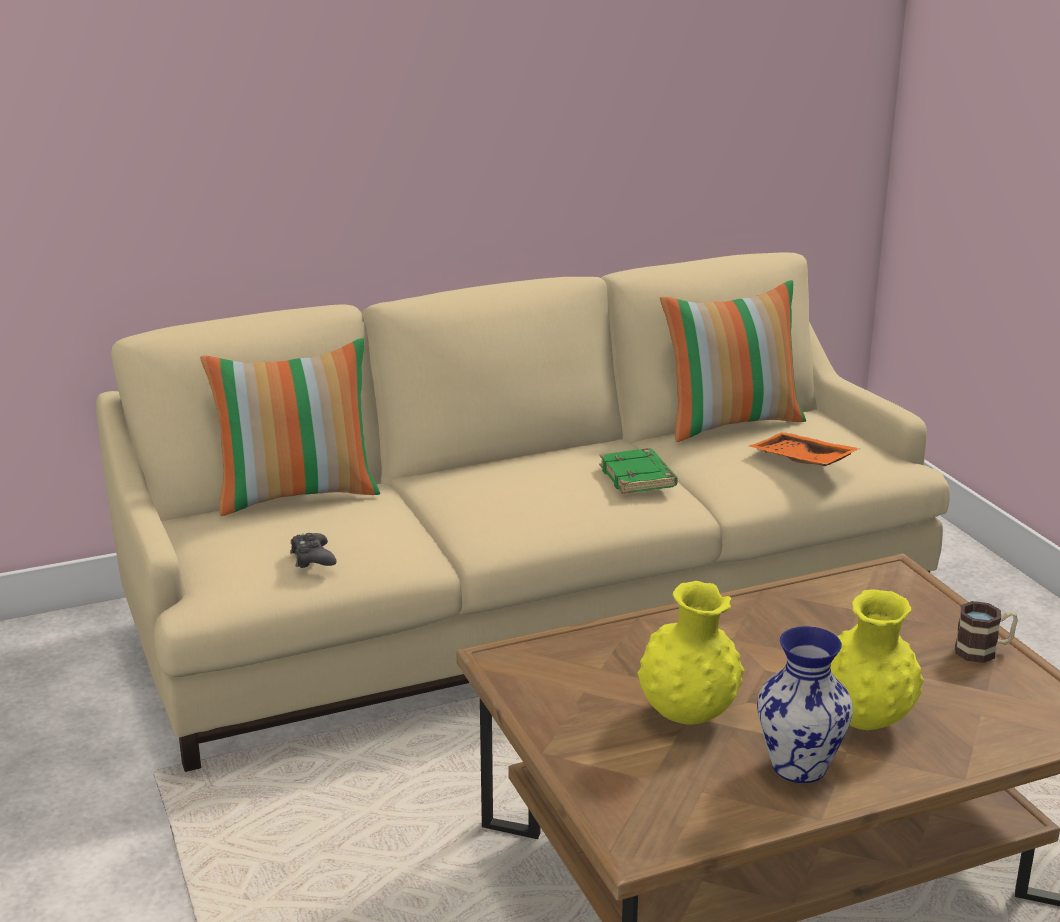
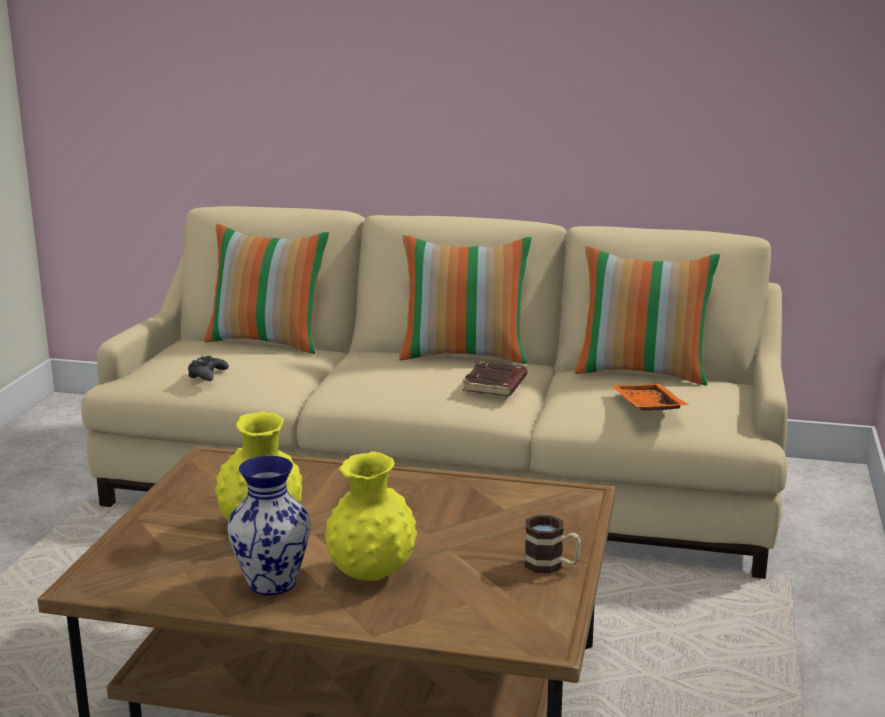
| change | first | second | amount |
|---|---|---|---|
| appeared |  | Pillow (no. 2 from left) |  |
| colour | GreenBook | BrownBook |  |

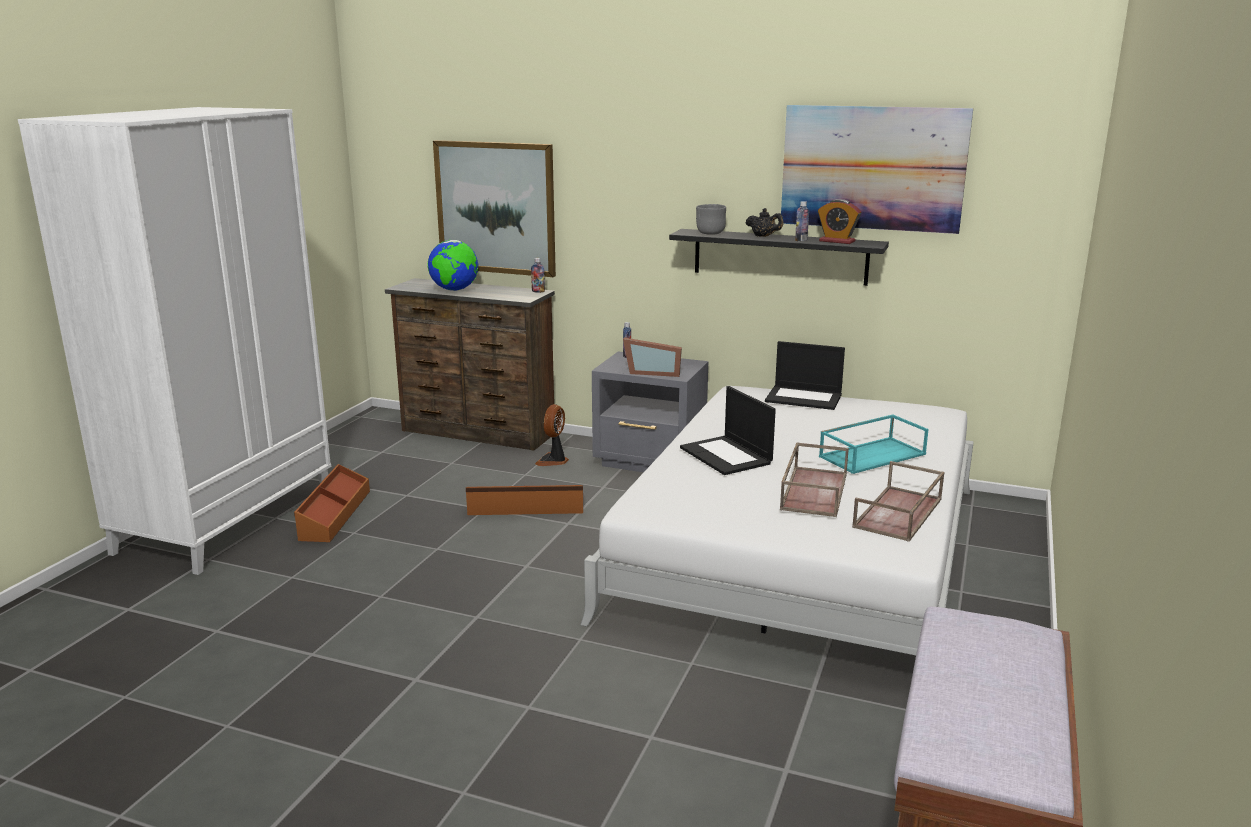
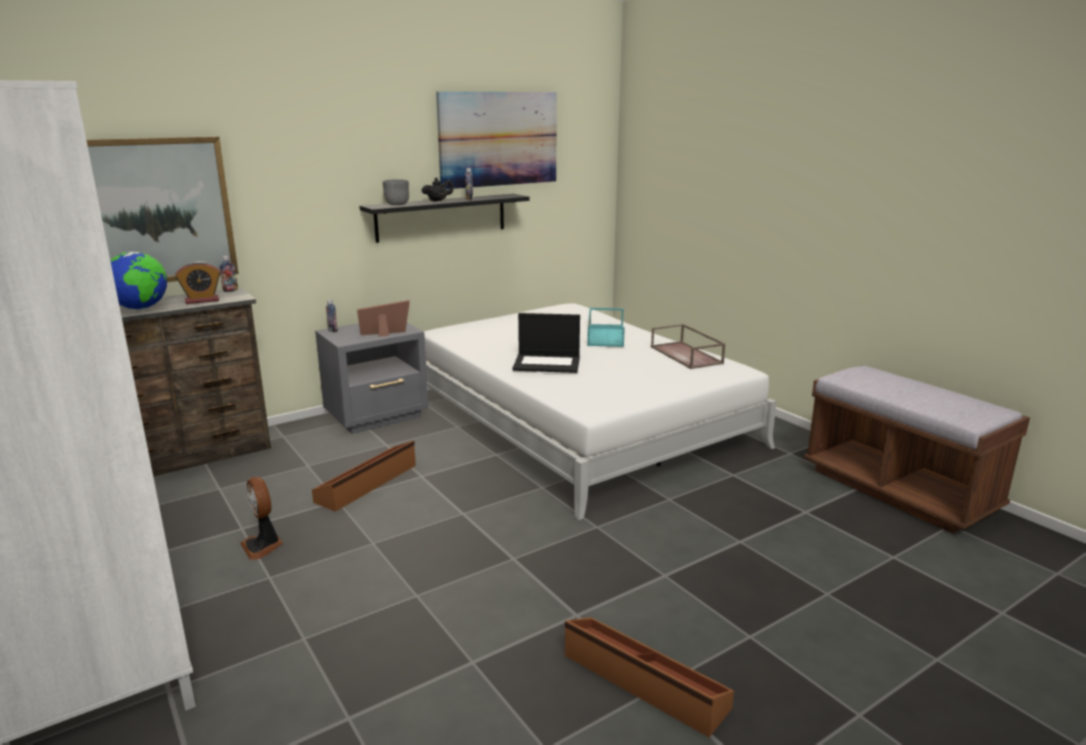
| change | first | second | amount |
|---|---|---|---|
| relocated | AlarmClock |  |  |
| relocated | Fan |  |  |
| spun | PictureFrame |  | 150 degrees counterclockwise |
| relocated | BrownStorageBox (no. 1 from left in the first image) | BrownStorageBox (no. 2 from left) |  |
| missing | Laptop (no. 2 from left) |  |  |
| missing | BrownTray (no. 1 from left) |  |  |

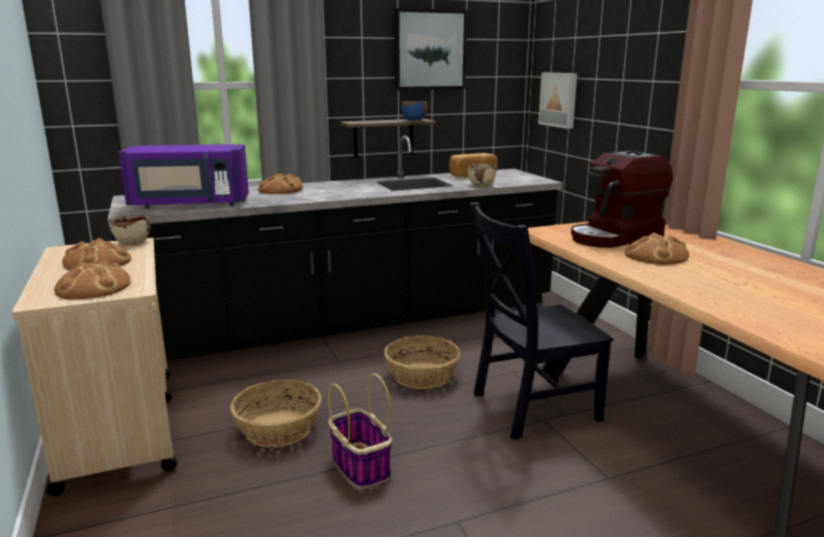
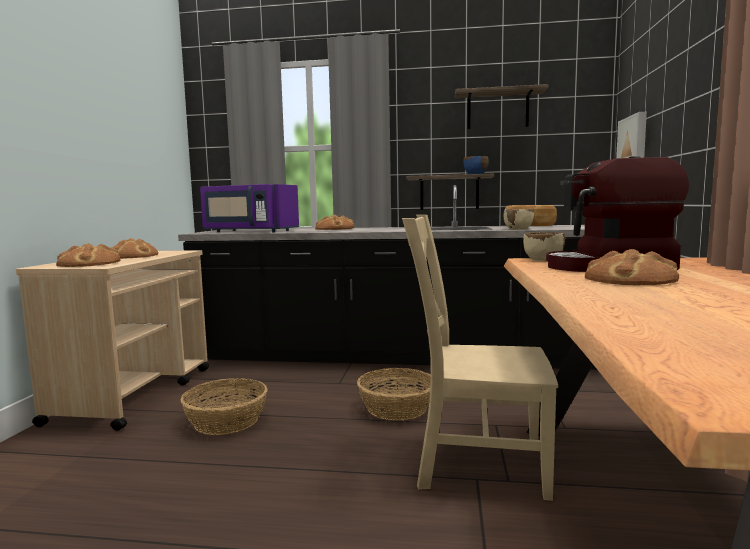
| change | first | second | amount |
|---|---|---|---|
| colour | BlackChair | BeigeChair |  |
| exchanged | Picture (no. 1 from left) | Shelf (no. 2 from left) |  |
| relocated | BeigeBowl (no. 1 from left in the first image) | BeigeBowl (no. 2 from left) |  |
| missing | Basket (no. 2 from left) |  |  |

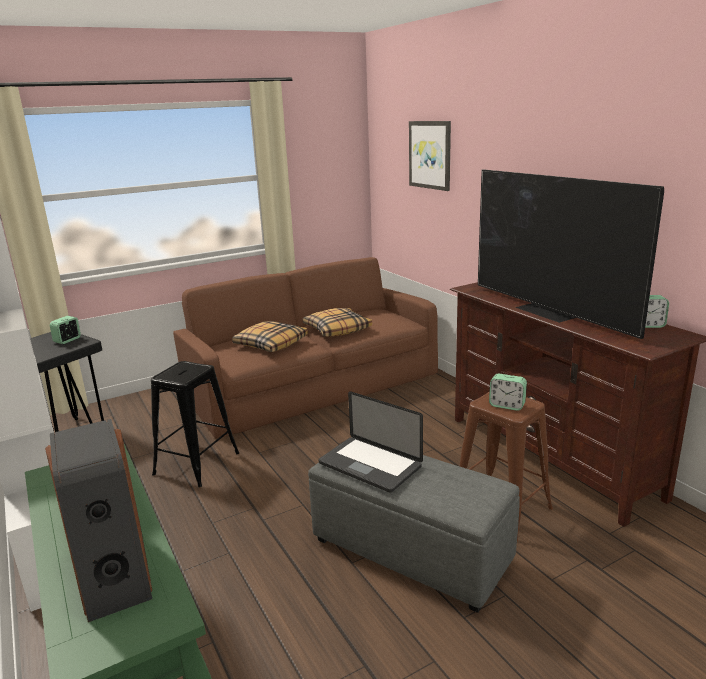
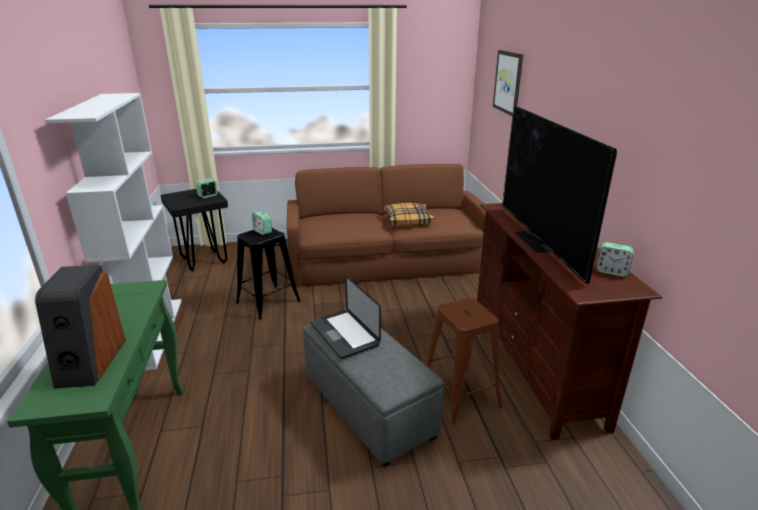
| change | first | second | amount |
|---|---|---|---|
| relocated | AlarmClock (no. 2 from left) |  |  |
| missing | Pillow (no. 1 from left) |  |  |

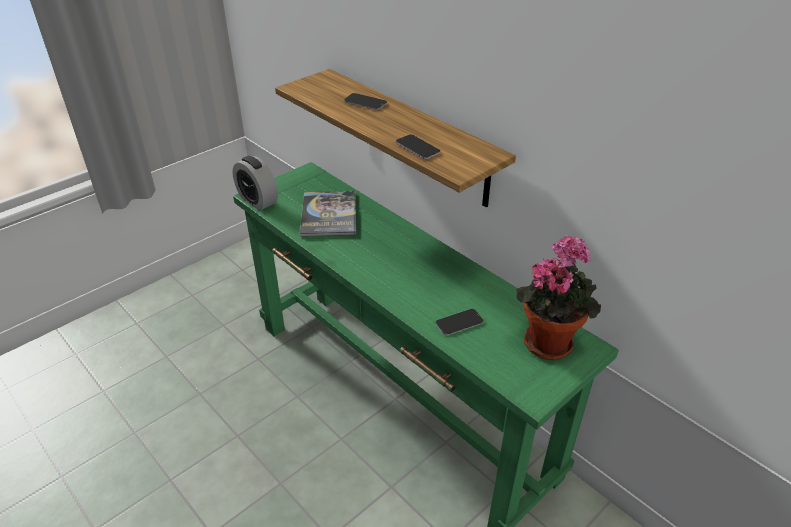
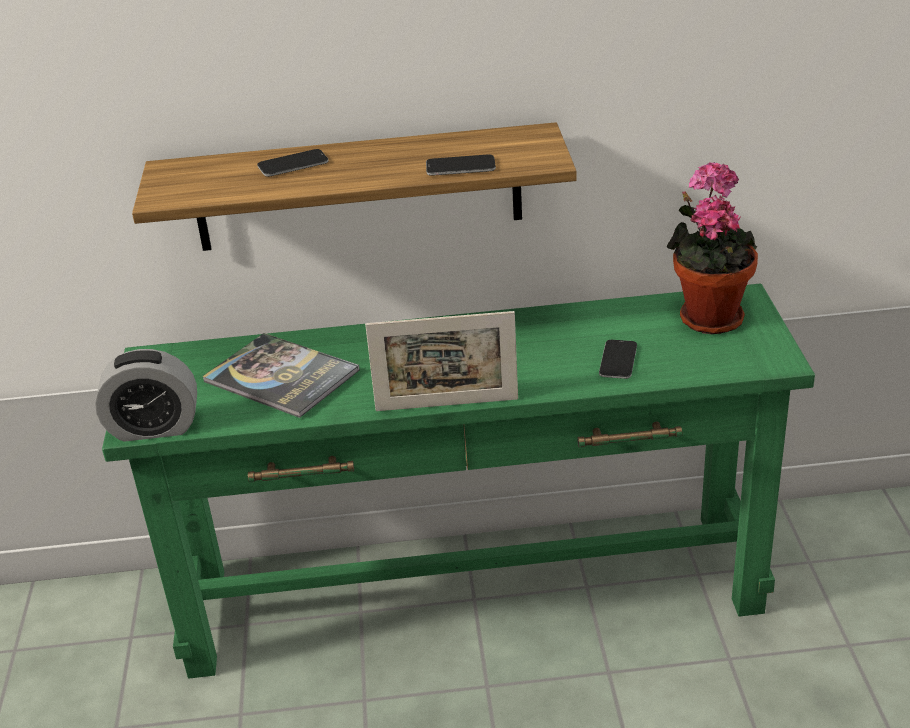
| change | first | second | amount |
|---|---|---|---|
| appeared |  | PictureFrame |  |

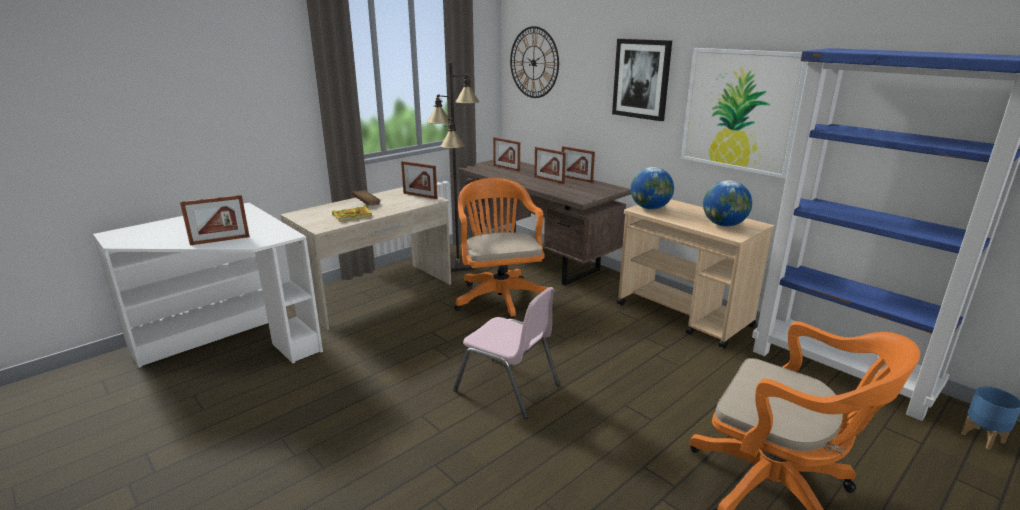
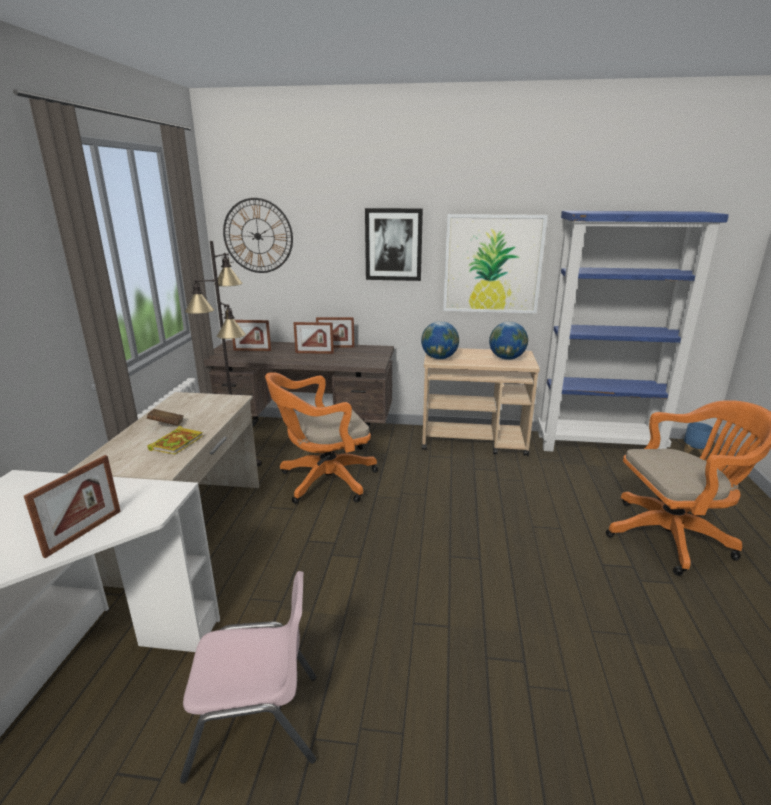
| change | first | second | amount |
|---|---|---|---|
| relocated | PinkChair |  |  |
| spun | OrangeOfficeChair (no. 1 from left) |  | 60 degrees counterclockwise |
| missing | PictureFrame (no. 2 from left) |  |  |

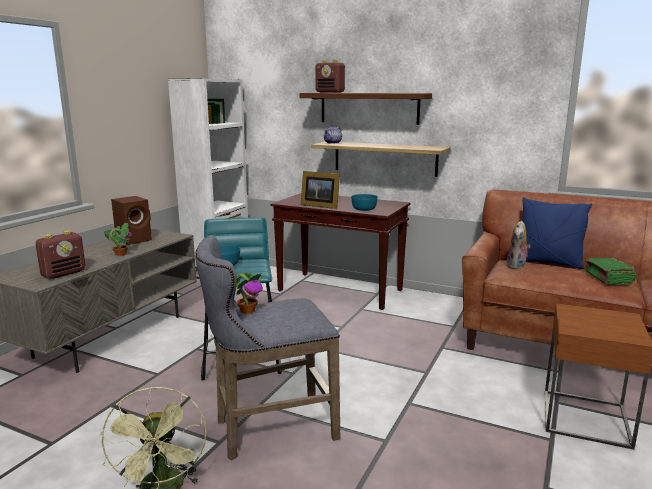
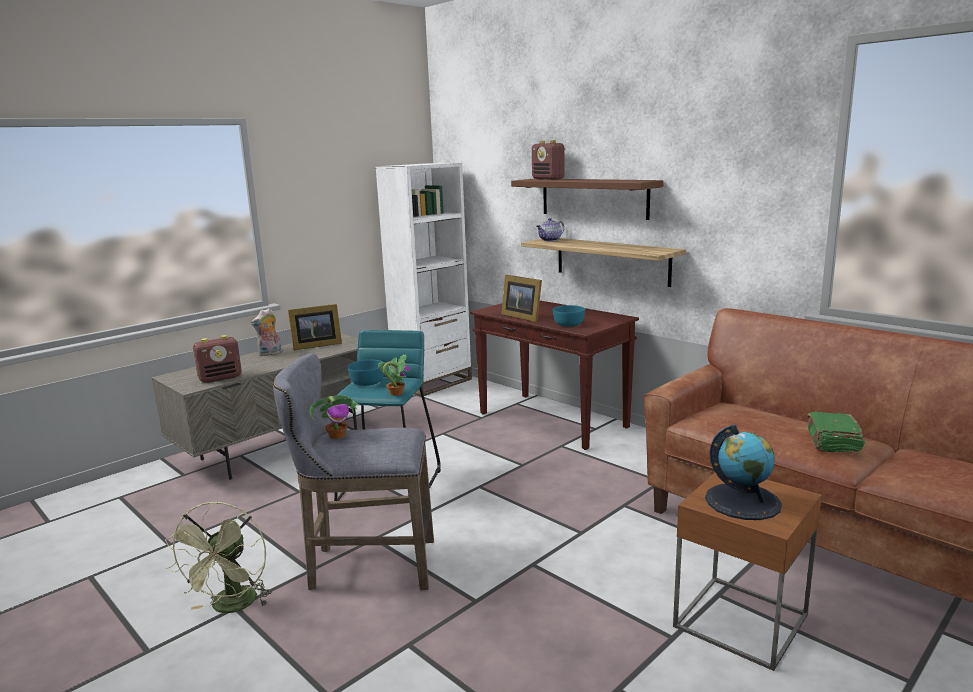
| change | first | second | amount |
|---|---|---|---|
| relocated | PlushToy |  |  |
| exchanged | BrownSpeaker | PictureFrame (no. 1 from left) |  |
| relocated | PottedPlant (no. 1 from left in the first image) | PottedPlant (no. 2 from left) |  |
| appeared |  | Globe |  |
| missing | BluePillow |  |  |

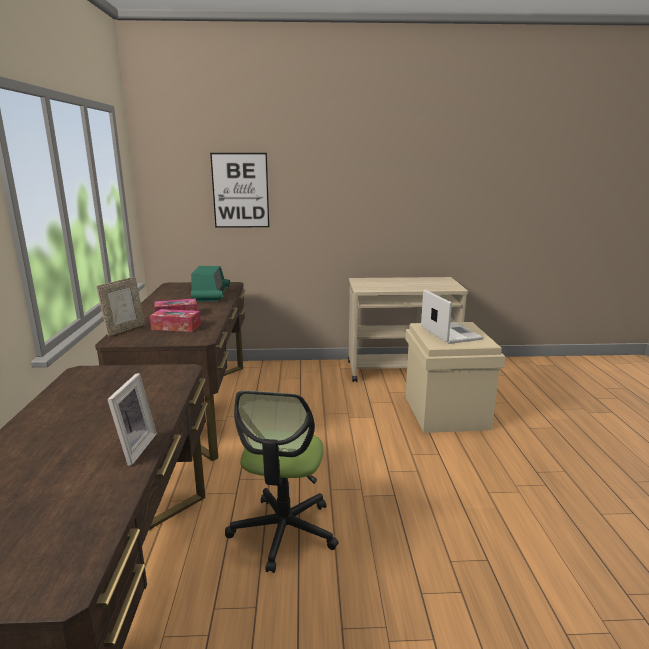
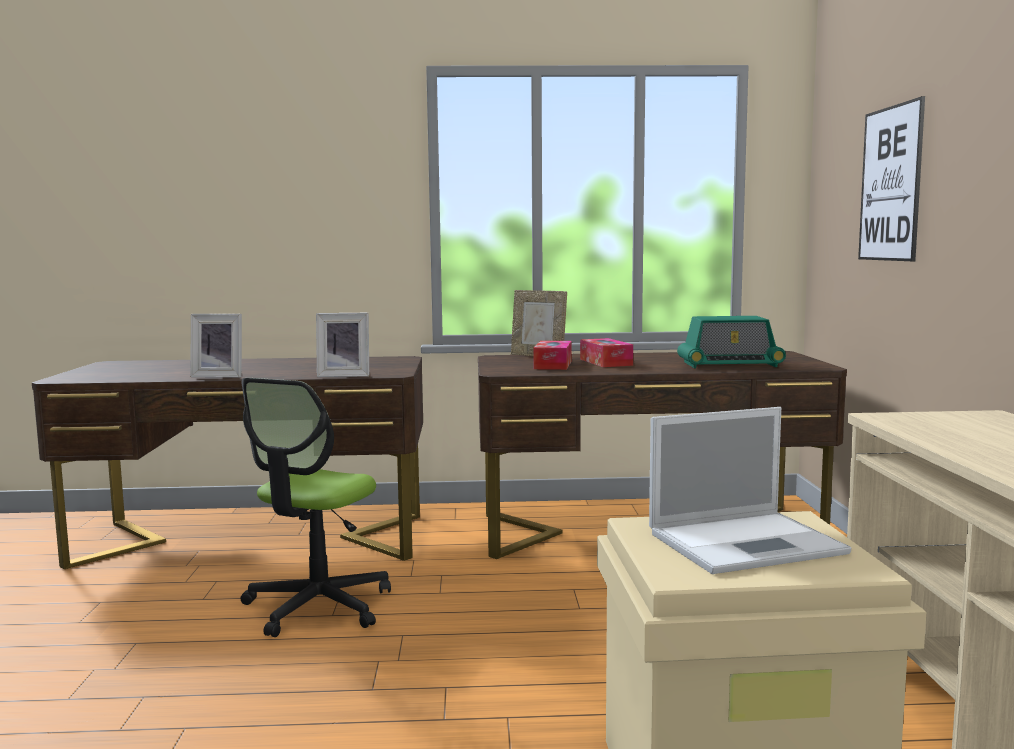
| change | first | second | amount |
|---|---|---|---|
| spun | OfficeChair |  | 75 degrees counterclockwise |
| appeared |  | PictureFrame (no. 2 from left) |  |

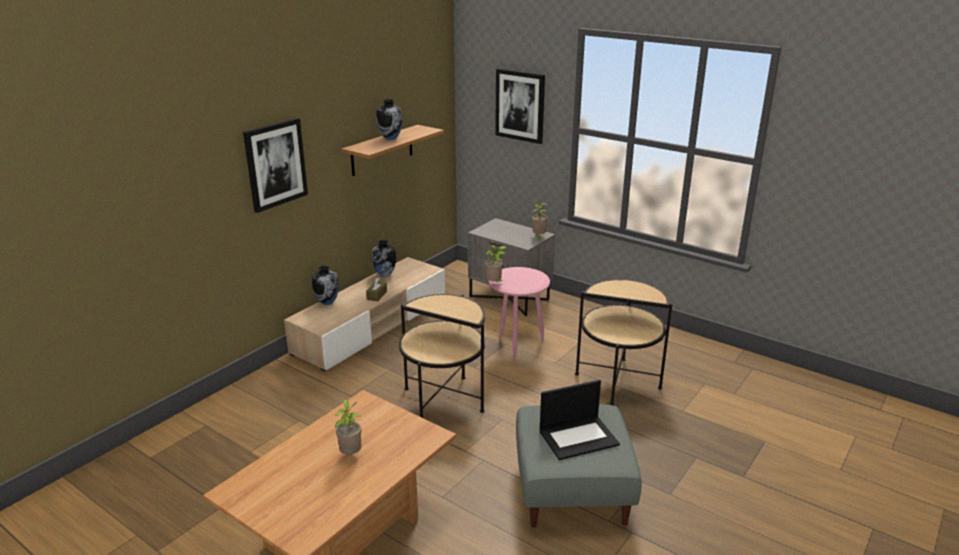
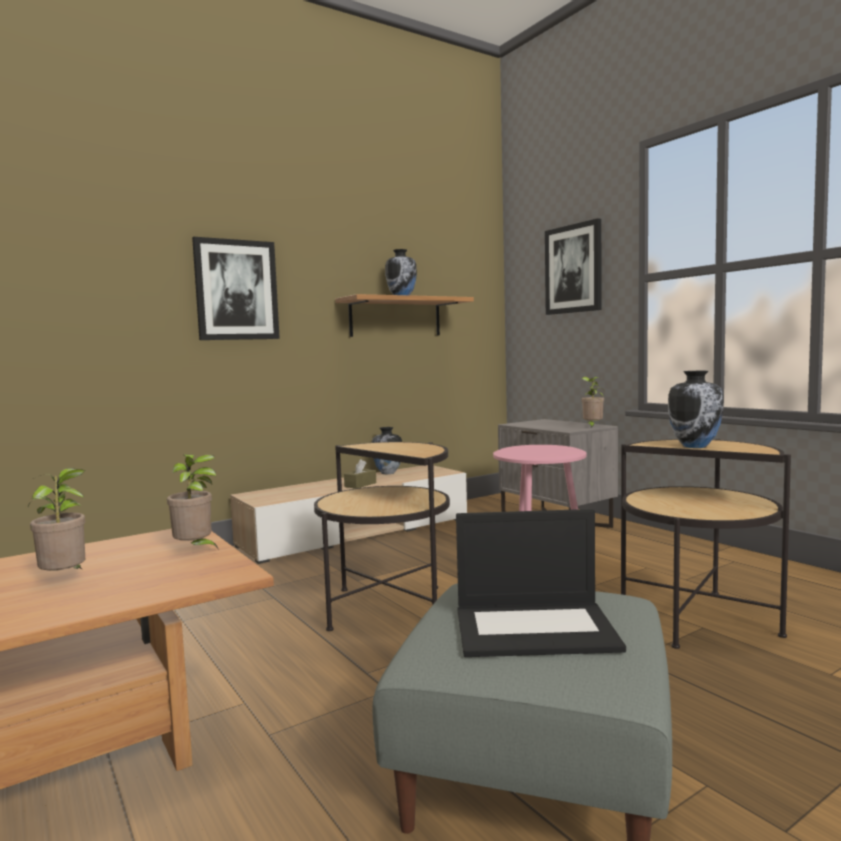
| change | first | second | amount |
|---|---|---|---|
| relocated | PottedPlant (no. 2 from left) |  |  |
| relocated | Vase (no. 1 from left in the first image) | Vase (no. 3 from left) |  |

